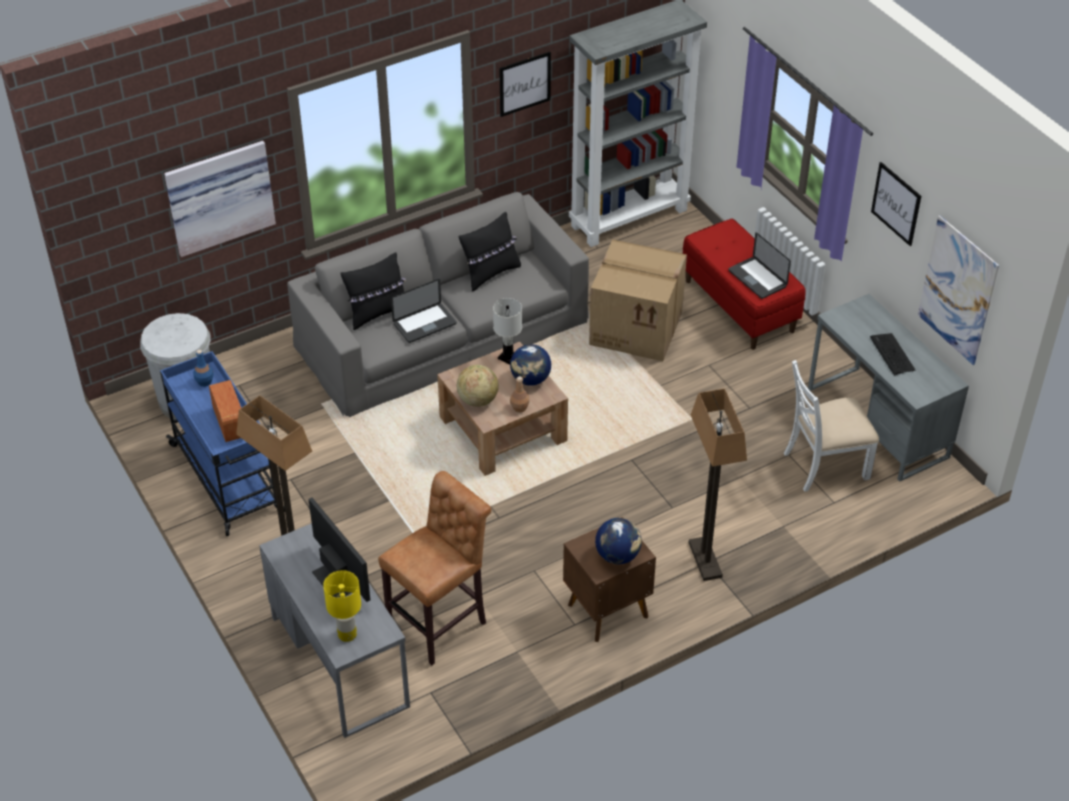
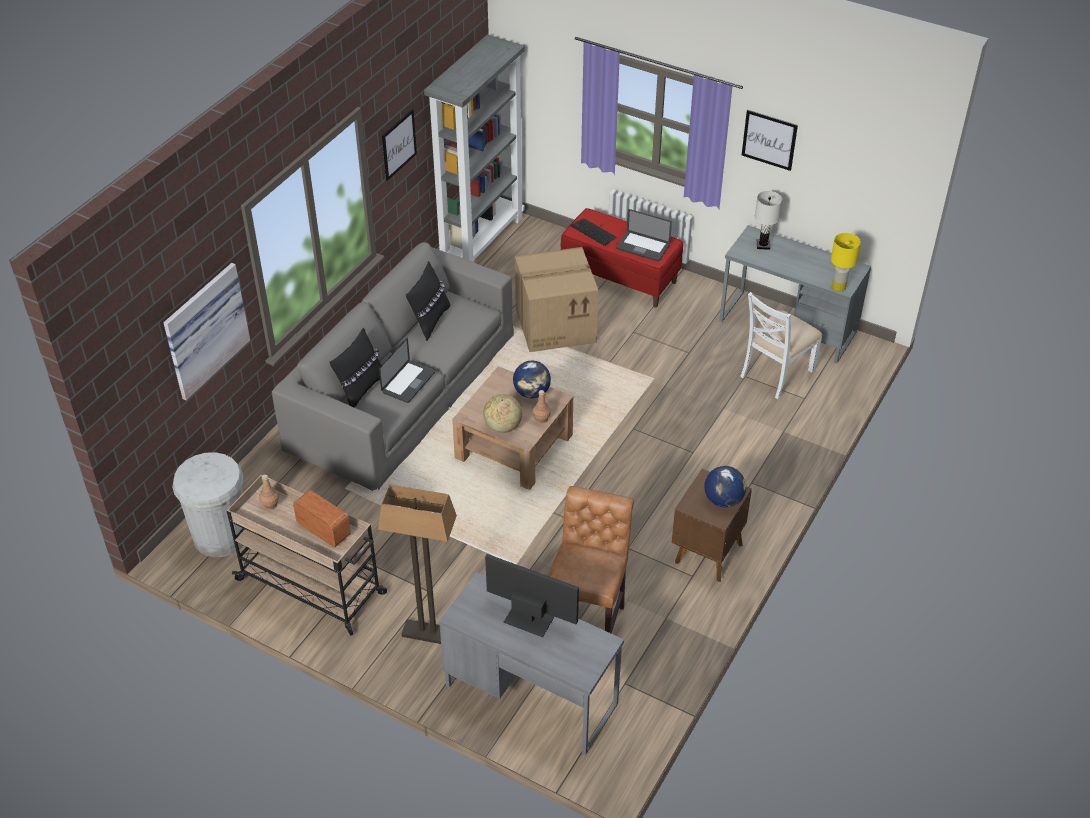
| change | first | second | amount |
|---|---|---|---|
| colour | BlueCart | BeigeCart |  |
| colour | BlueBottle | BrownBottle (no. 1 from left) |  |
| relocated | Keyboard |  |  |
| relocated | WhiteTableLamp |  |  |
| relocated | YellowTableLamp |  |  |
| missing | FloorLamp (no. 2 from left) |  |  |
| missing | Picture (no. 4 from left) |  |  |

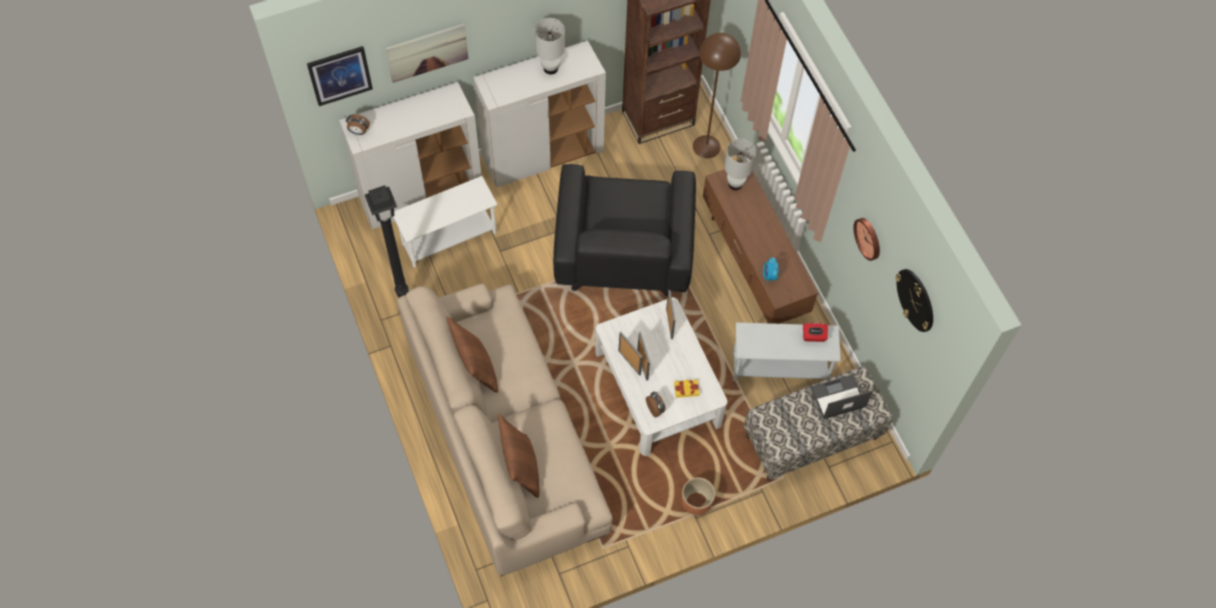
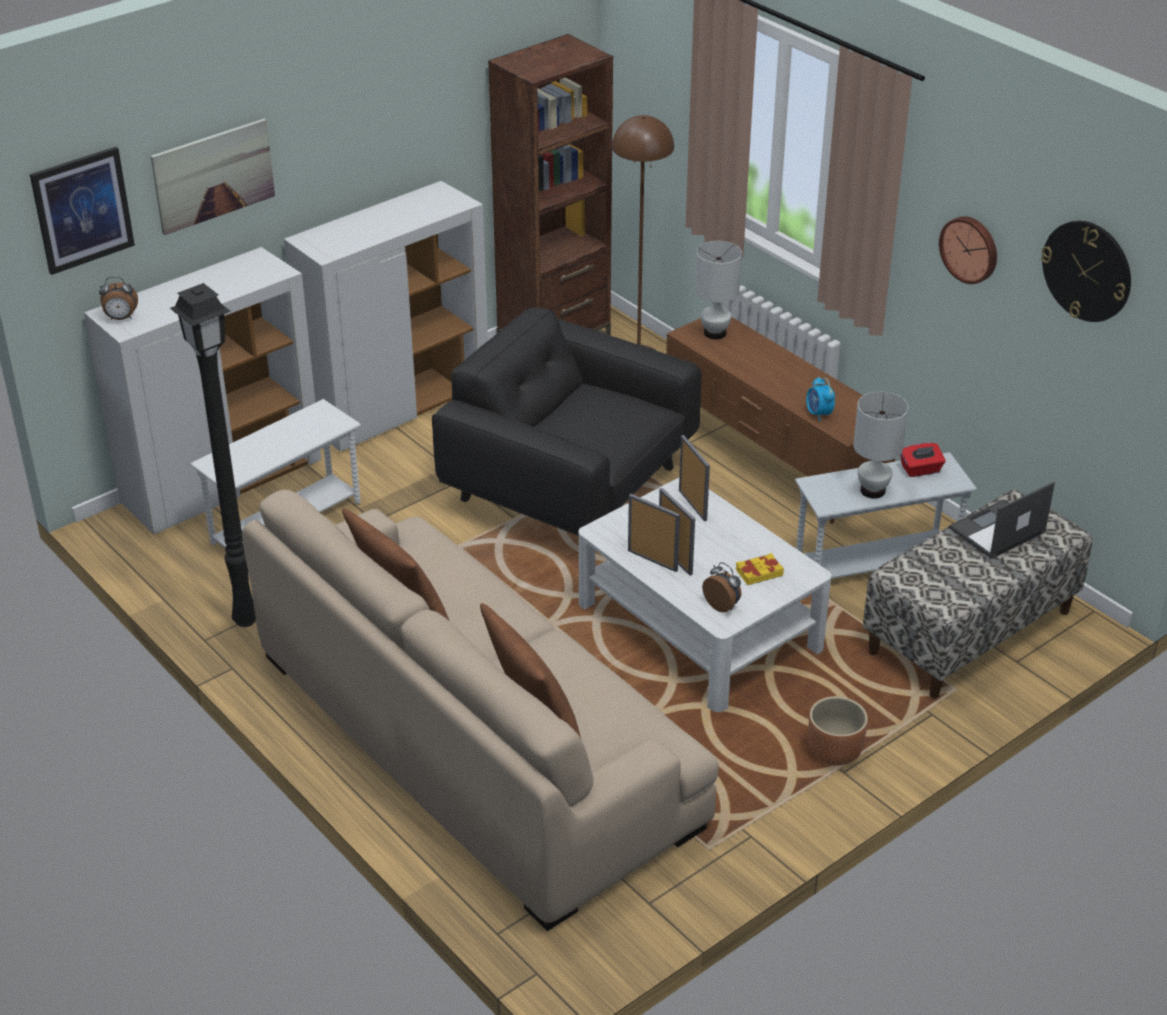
| change | first | second | amount |
|---|---|---|---|
| spun | BlackArmchair |  | 135 degrees clockwise |
| relocated | WhiteTableLamp (no. 1 from left in the first image) | WhiteTableLamp (no. 2 from left) |  |

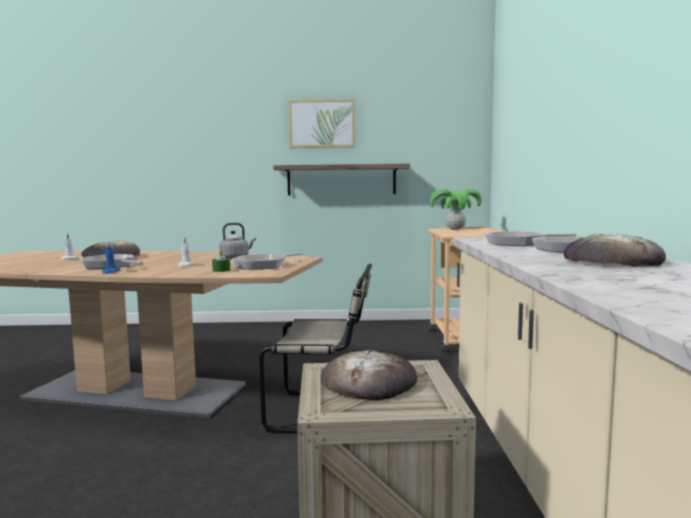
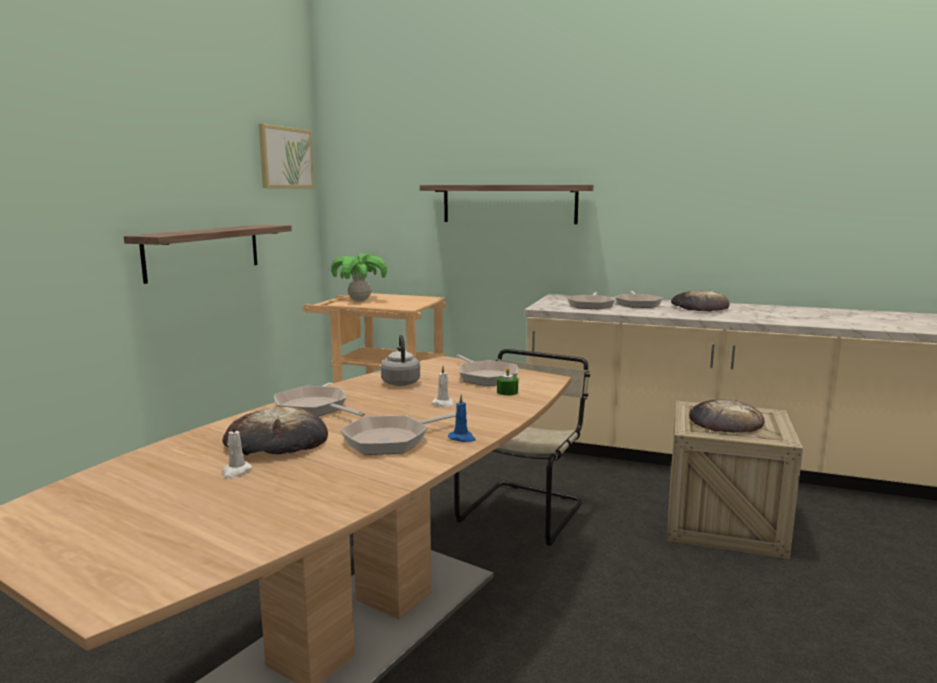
| change | first | second | amount |
|---|---|---|---|
| relocated | Picture |  |  |
| appeared |  | FryingPan (no. 1 from left) |  |
| appeared |  | Shelf (no. 2 from left) |  |

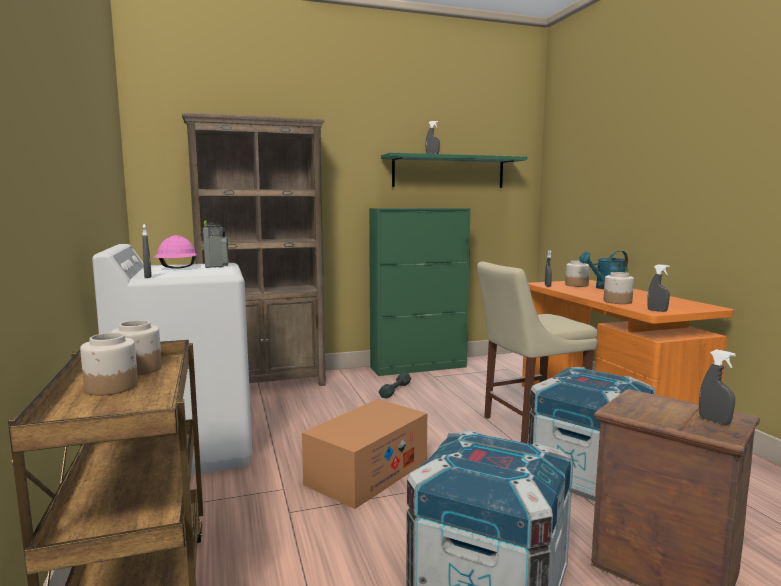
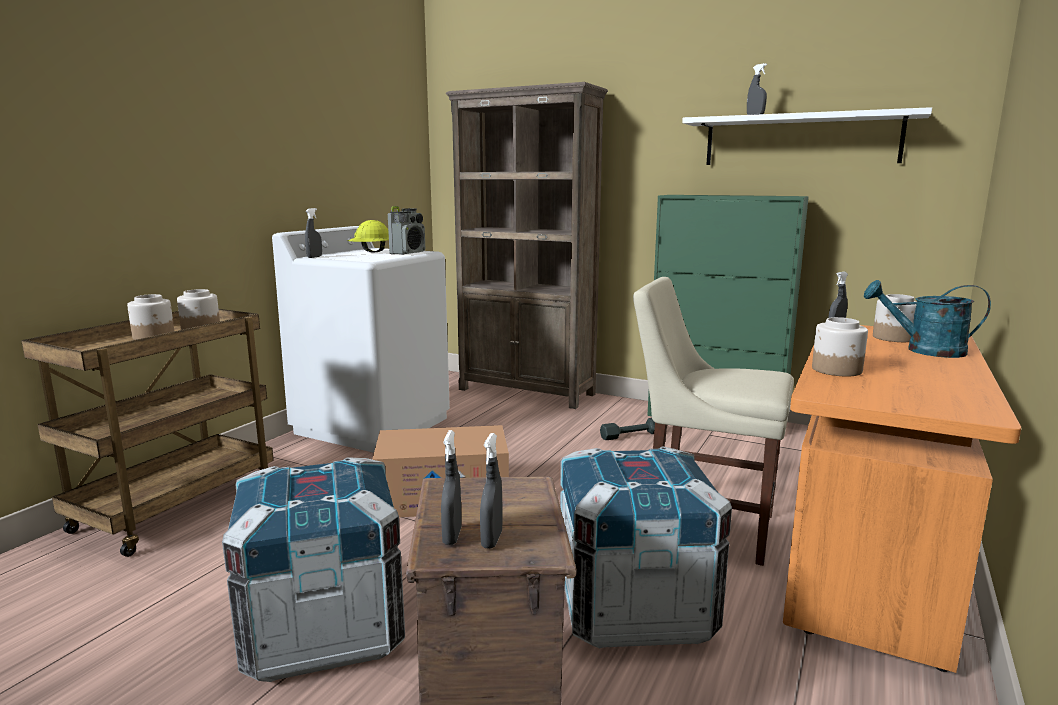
| change | first | second | amount |
|---|---|---|---|
| colour | PinkHardHat | YellowHardHat |  |
| relocated | GreySprayBottle (no. 4 from left in the first image) | GreySprayBottle (no. 2 from left) |  |
| colour | GreenShelf | WhiteShelf |  |

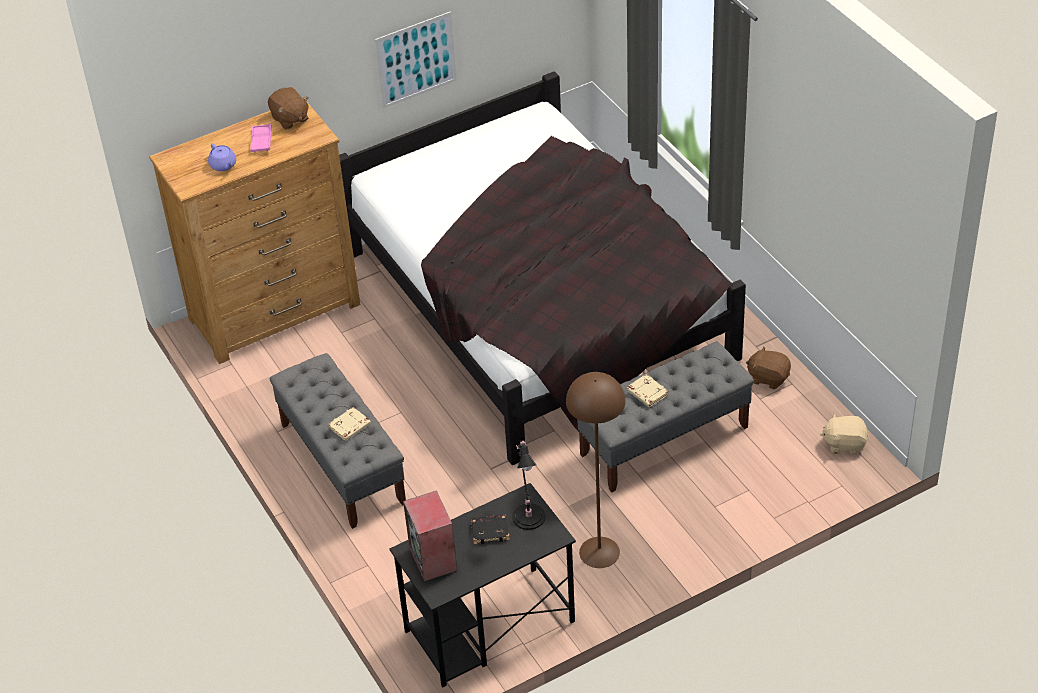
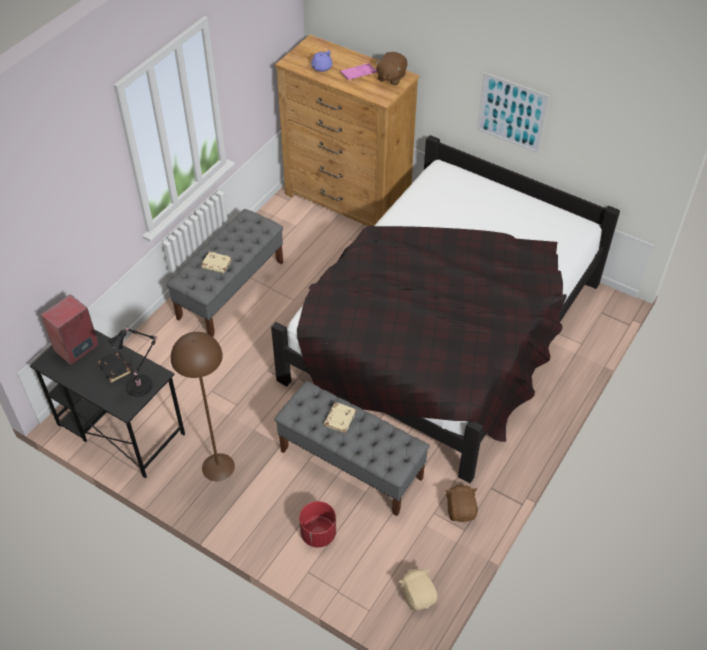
| change | first | second | amount |
|---|---|---|---|
| appeared |  | RedPlanter |  |

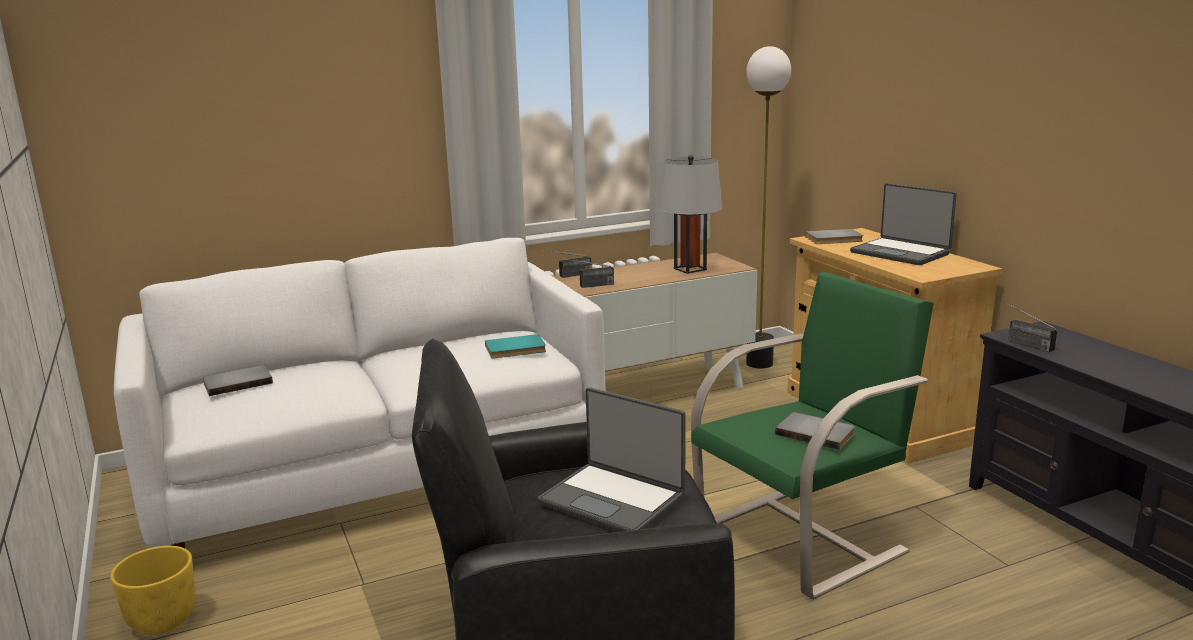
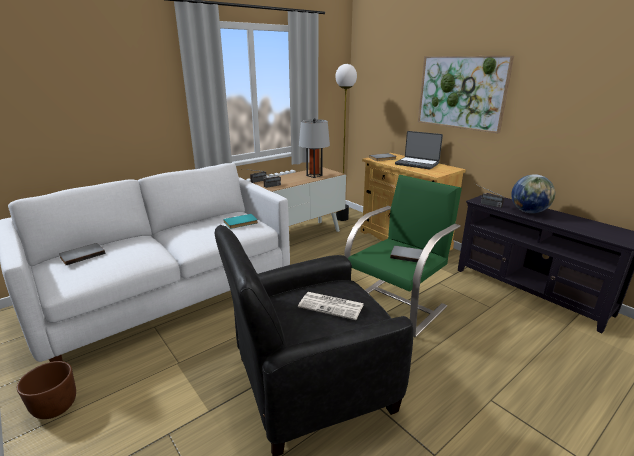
| change | first | second | amount |
|---|---|---|---|
| colour | YellowPlanter | BrownPlanter |  |
| exchanged | Laptop (no. 1 from left) | Newspaper |  |
| appeared |  | Picture |  |
| appeared |  | Globe |  |

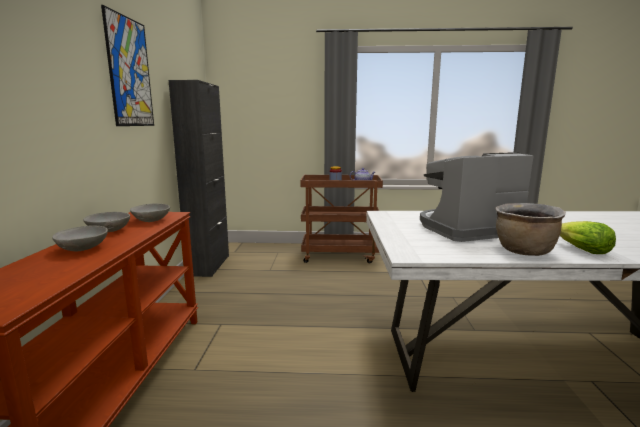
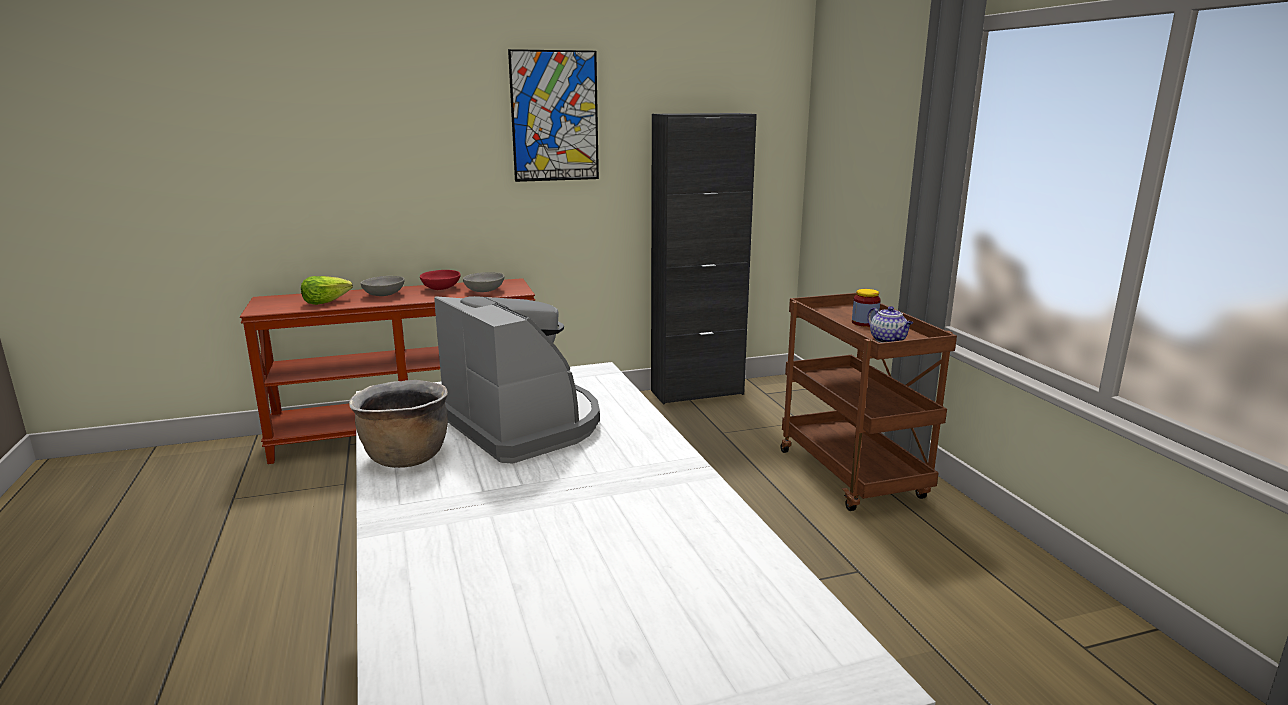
| change | first | second | amount |
|---|---|---|---|
| relocated | Lettuce |  |  |
| colour | GreyBowl (no. 2 from left) | RedBowl |  |

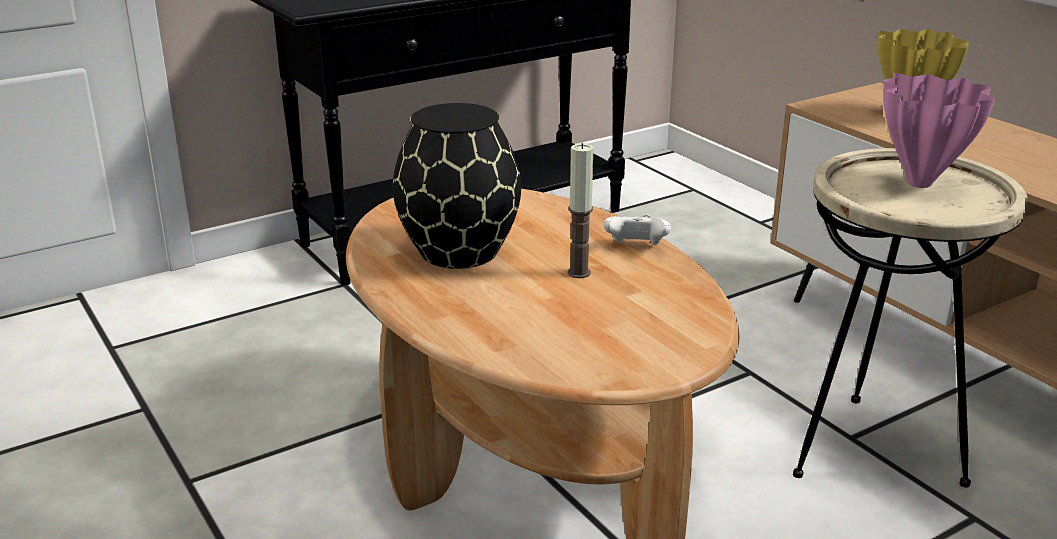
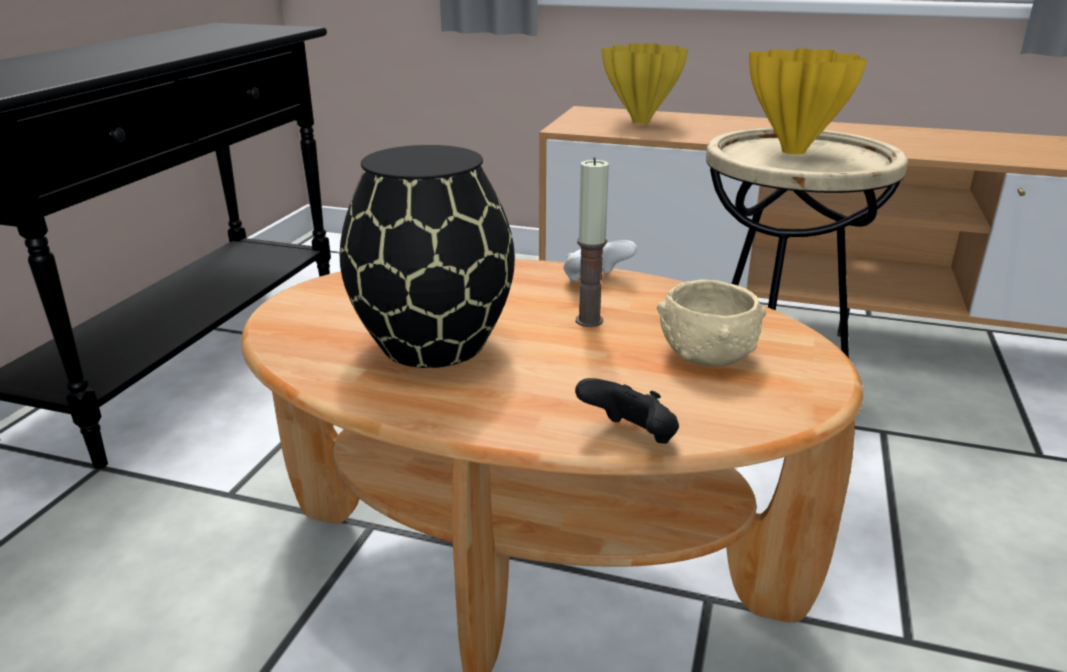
| change | first | second | amount |
|---|---|---|---|
| appeared |  | BlackGameController |  |
| appeared |  | BeigeBowl |  |
| colour | PinkVase | YellowVase (no. 2 from left) |  |

